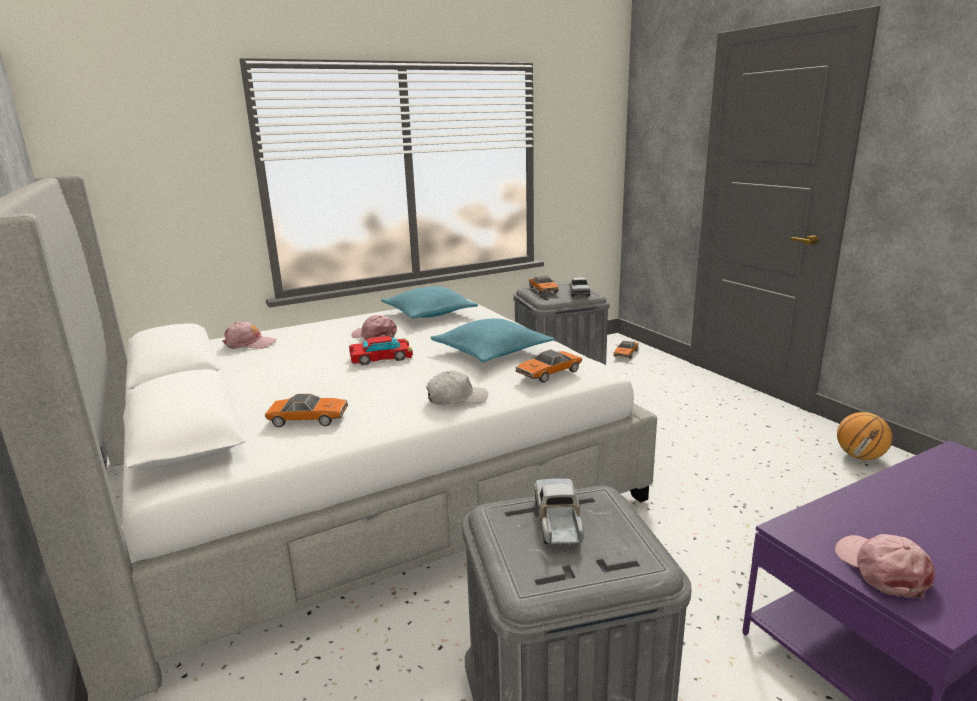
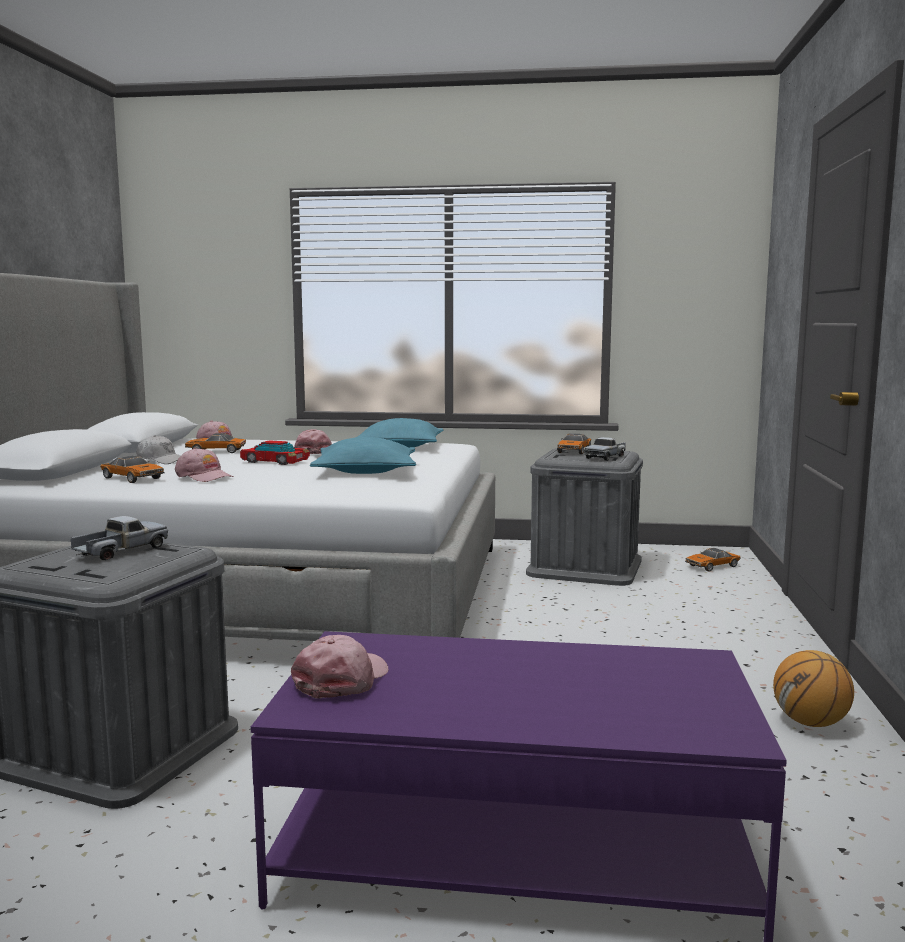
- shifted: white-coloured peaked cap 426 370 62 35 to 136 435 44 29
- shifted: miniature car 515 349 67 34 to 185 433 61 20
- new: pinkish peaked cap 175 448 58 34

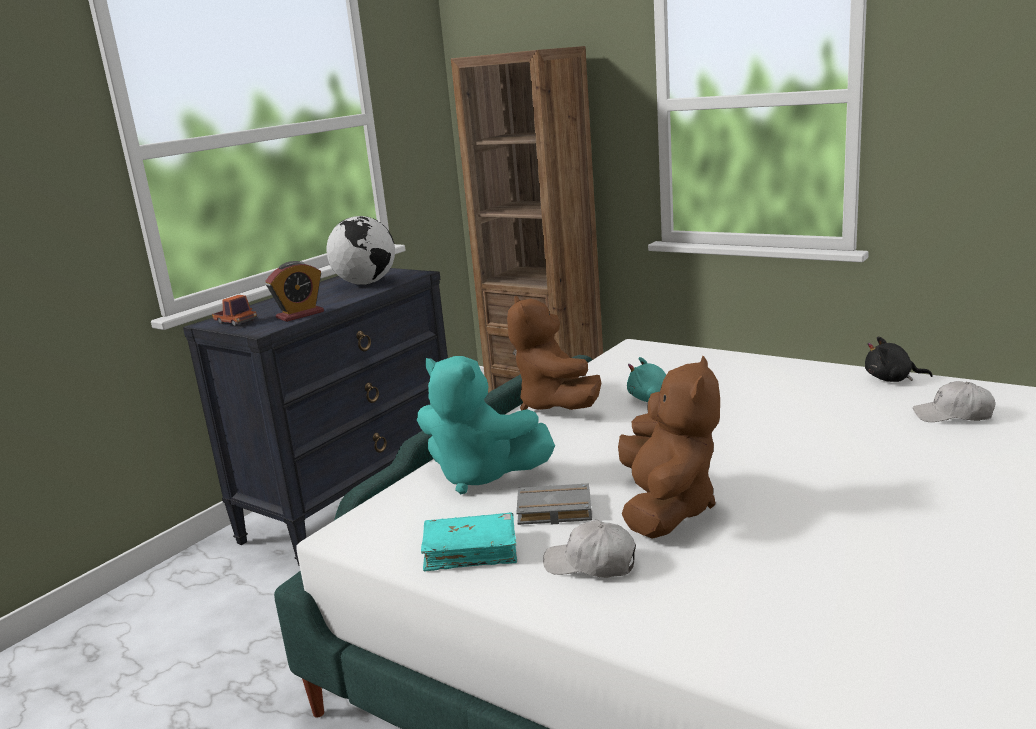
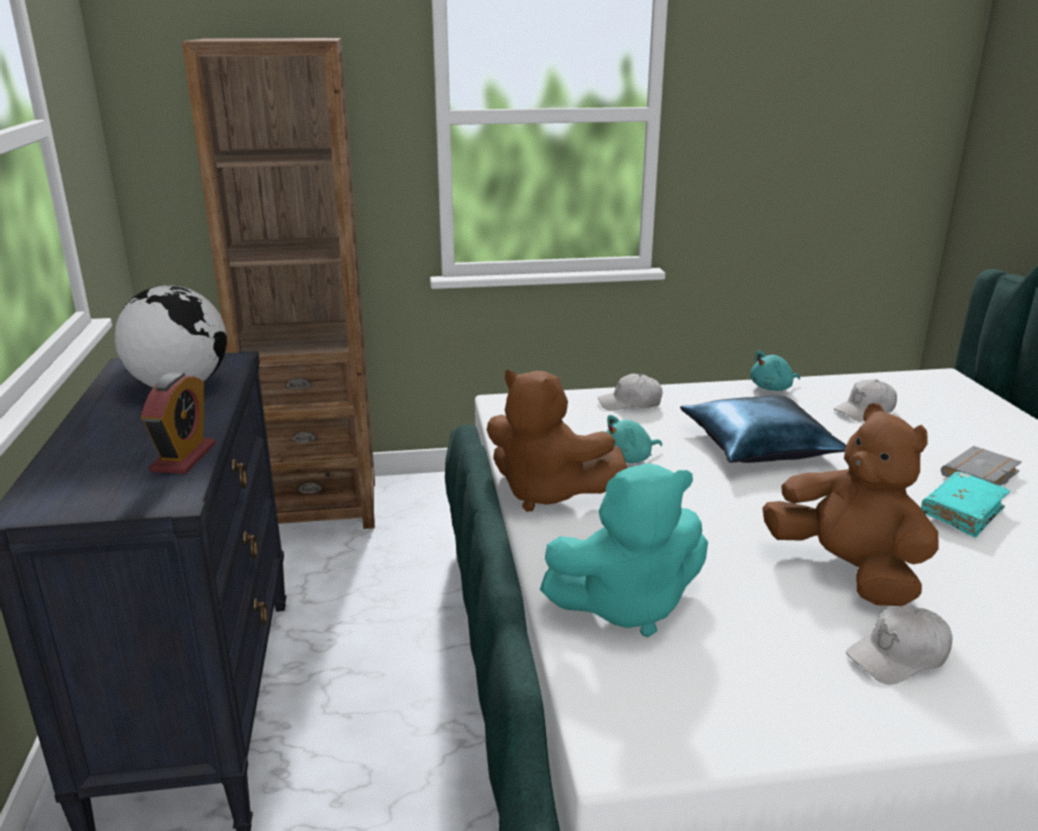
- gone: toy truck 212 295 45 31
- shifted: blue-green book 421 512 96 59 to 921 471 89 67
- shifted: grey book 516 483 76 42 to 941 446 81 40
- repainted: blackish soft toy 865 337 68 45 to blue-green soft toy 750 350 50 41
- new: white-coloured peaked cap 598 373 65 38
- new: blue-coloured pillow 680 396 166 67

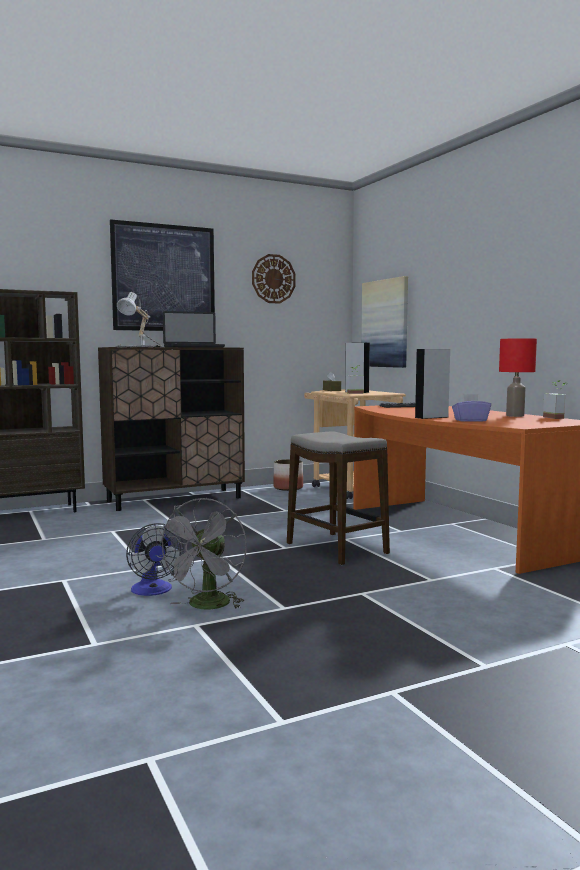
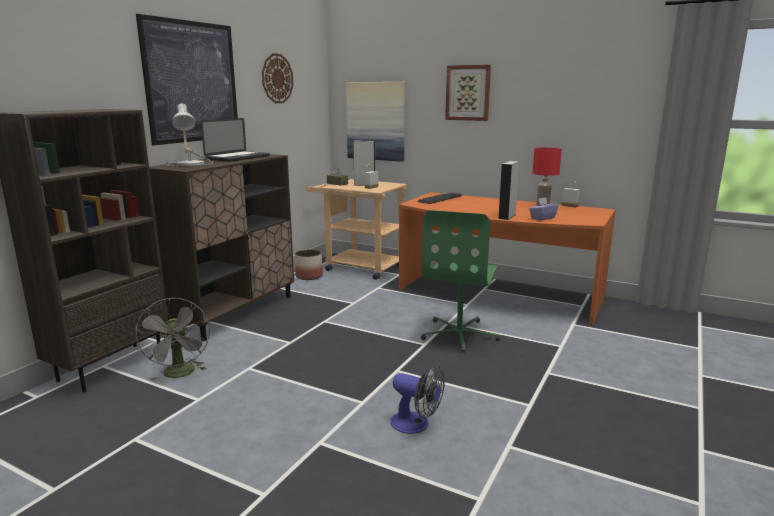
- shifted: grey electric fan 155 498 92 112 to 136 298 74 82
- swapped: stool 287 431 103 134 to green-coloured office chair 421 210 79 143
- new: wall picture 445 65 46 56

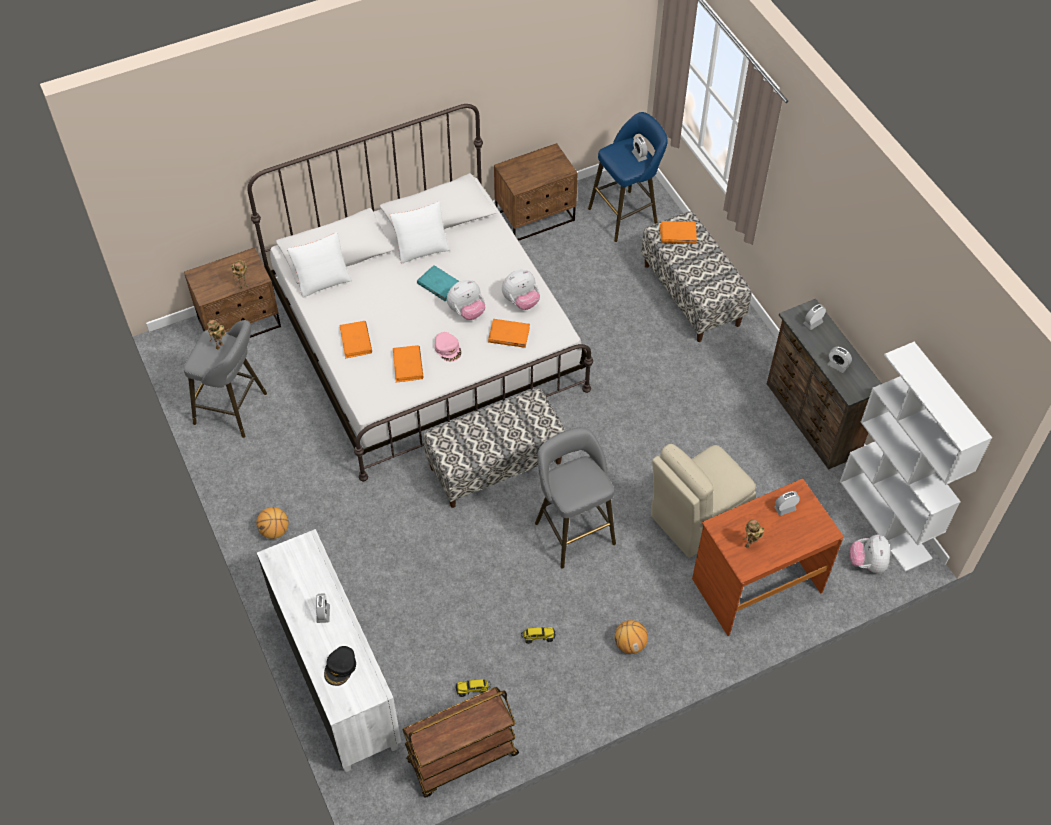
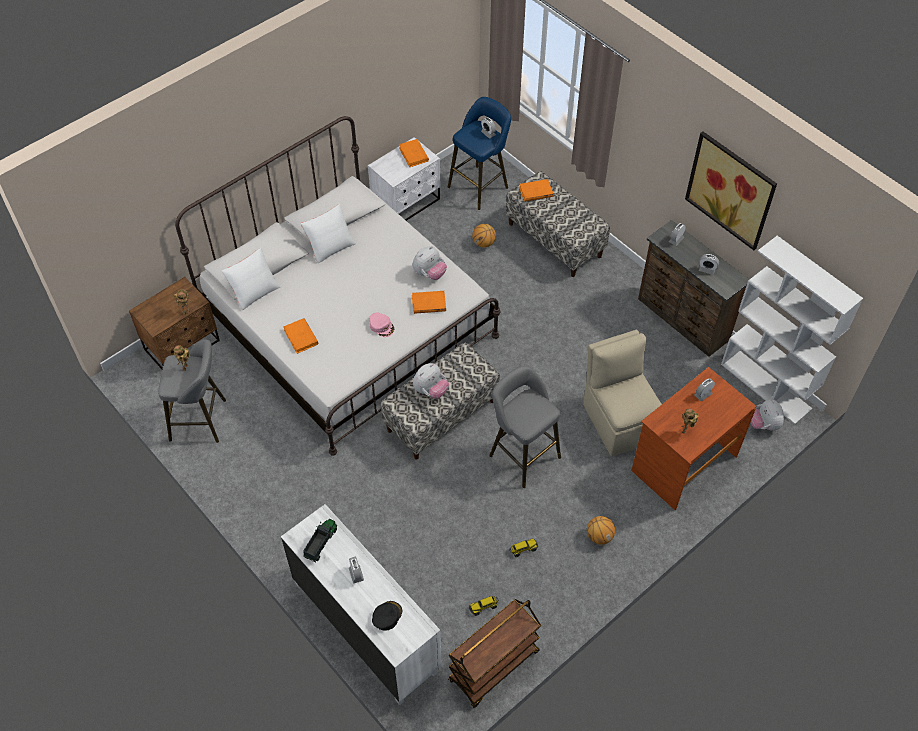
- shifted: basketball ball 256 507 33 32 to 472 224 24 24
- rotated: blackish peaked cap 324 646 32 40 = 372 601 30 30 150 degrees counterclockwise
- shifted: orange-coloured book 393 345 30 37 to 399 139 30 28
- gone: blue-green book 417 265 42 36
- shifted: soft toy 447 280 38 40 to 413 363 36 36
- repainted: brown night table 494 143 84 98 to white-coloured night table 368 137 72 84
- rotated: beige-coloured plain chair 651 444 105 114 = 583 330 79 126 120 degrees clockwise
- new: toy truck 303 519 34 44
- new: wall picture 685 132 92 118

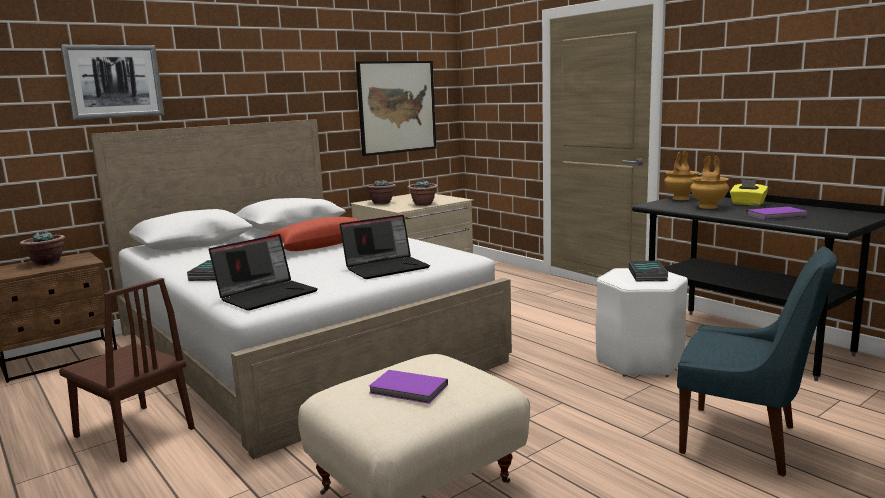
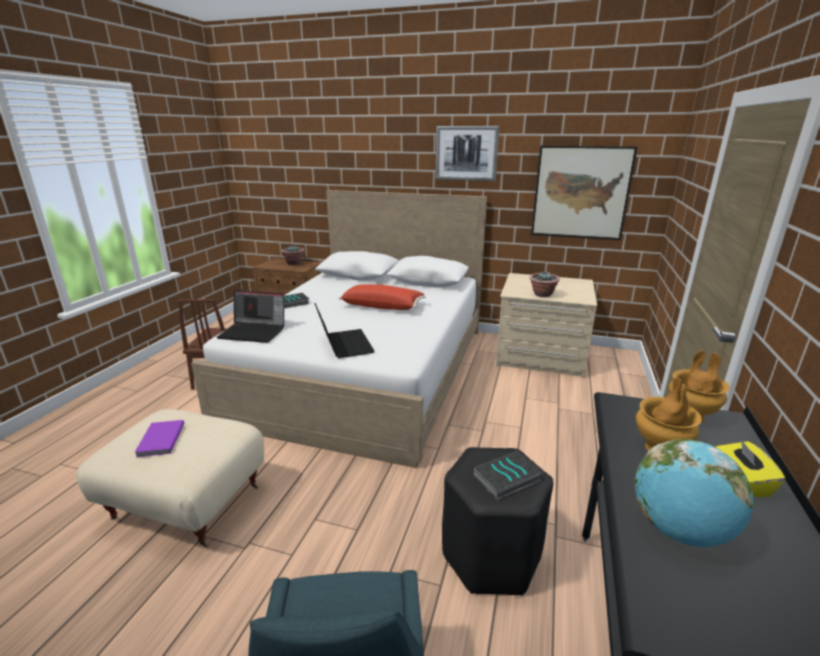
- shifted: wall picture 61 45 103 75 to 435 126 64 55
- rotated: laptop 339 215 91 64 = 315 303 60 55 135 degrees counterclockwise
- gone: potted plant 366 179 30 25
- repainted: white-coloured stool 596 268 92 109 to blackish stool 442 447 111 149
- swapped: purplish book 746 207 63 13 to desk globe 635 439 119 108

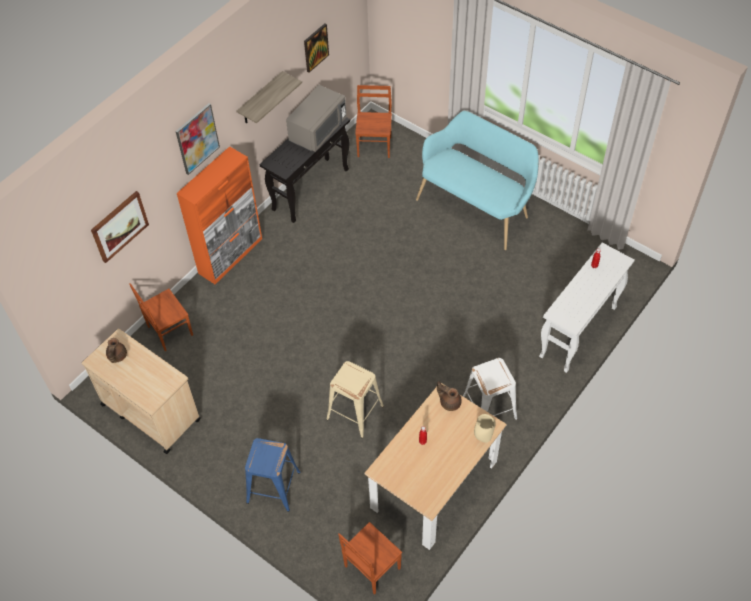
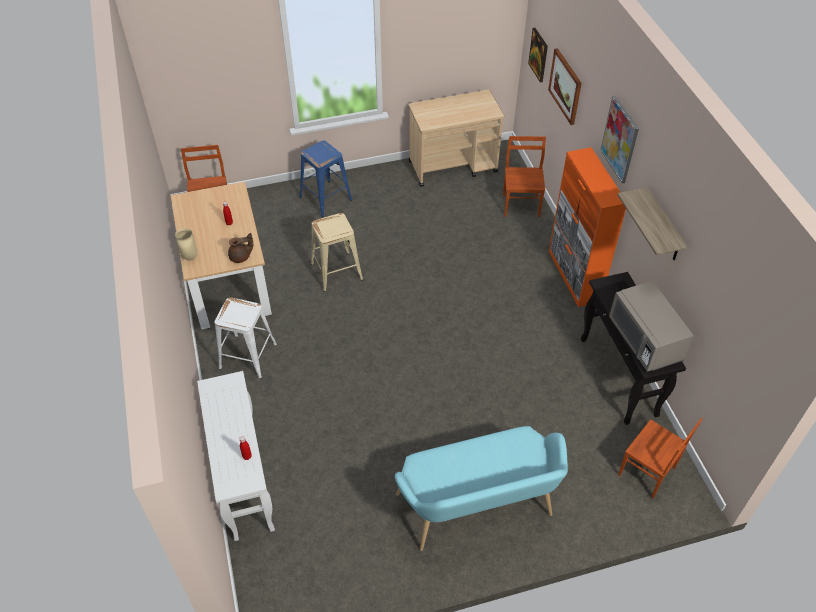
- gone: brown pot for tea 106 338 21 25
- shifted: wall picture 304 24 25 49 to 528 28 20 55

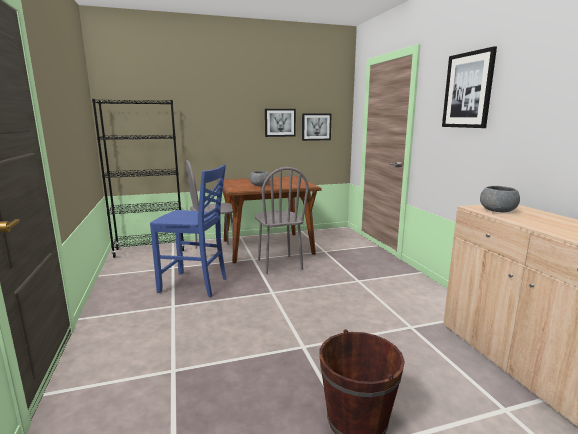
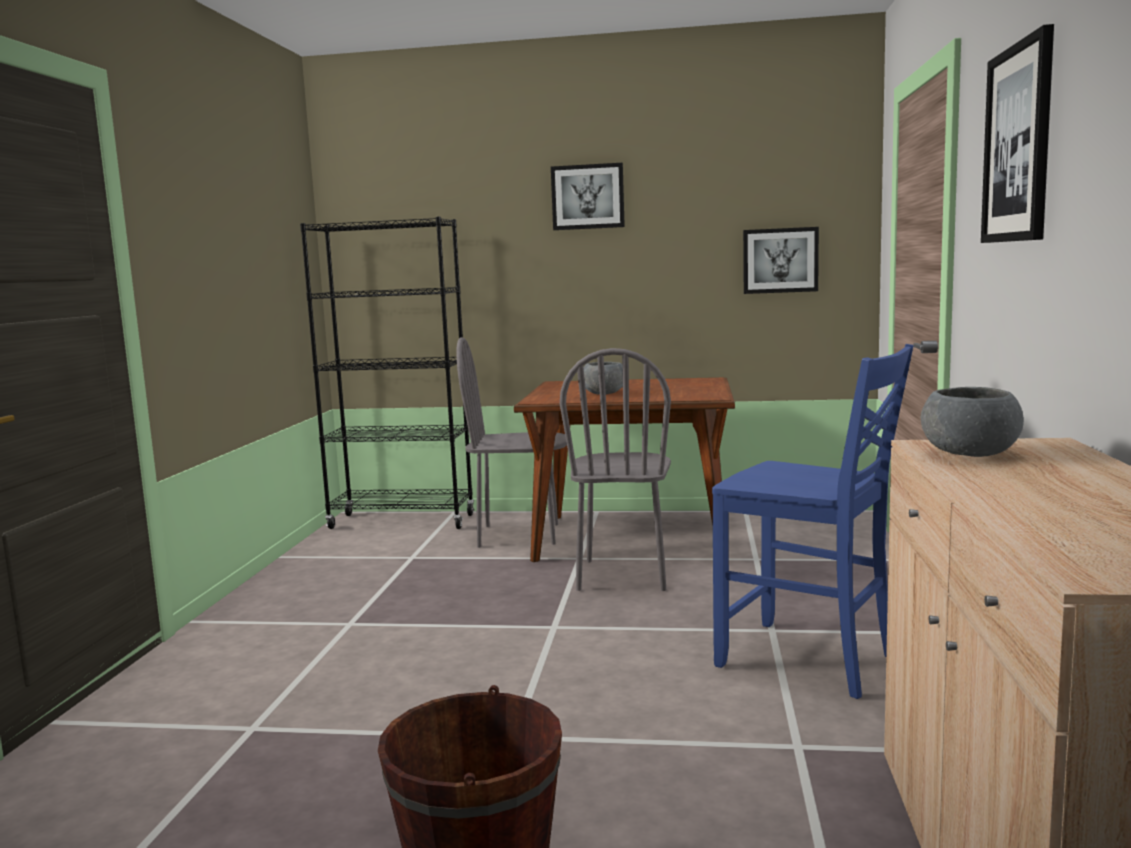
- shifted: blue-coloured plain chair 150 164 76 133 to 712 344 202 355
- shifted: wall picture 265 109 31 28 to 551 163 74 67

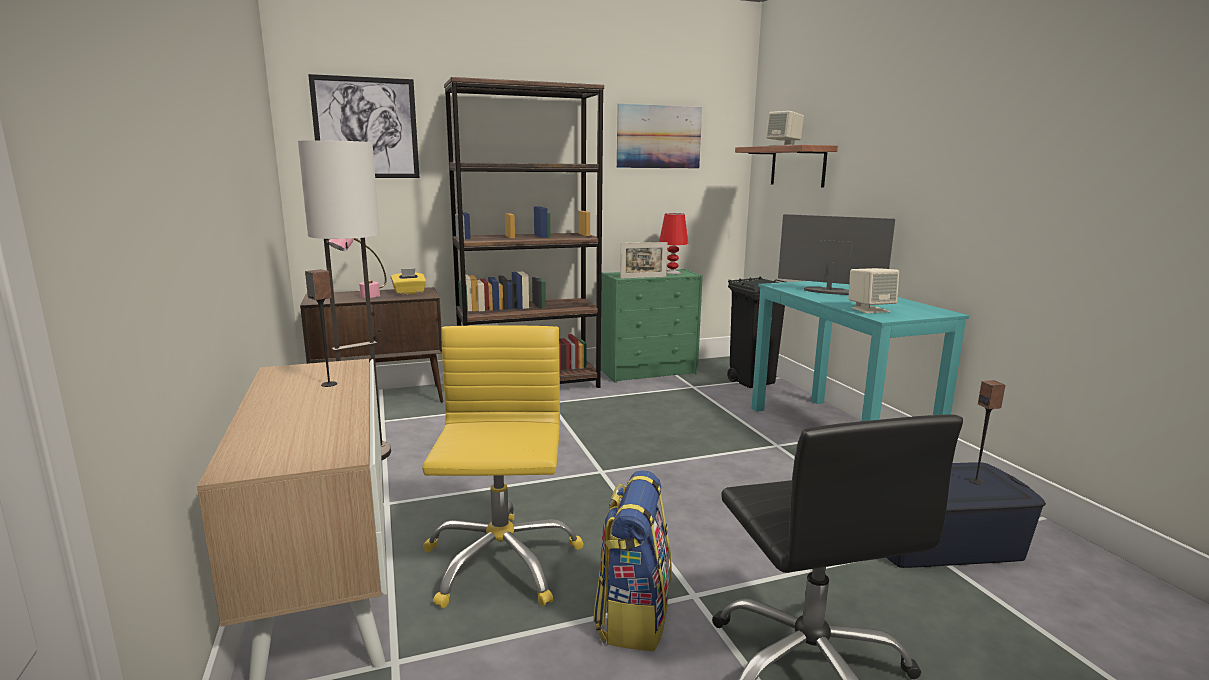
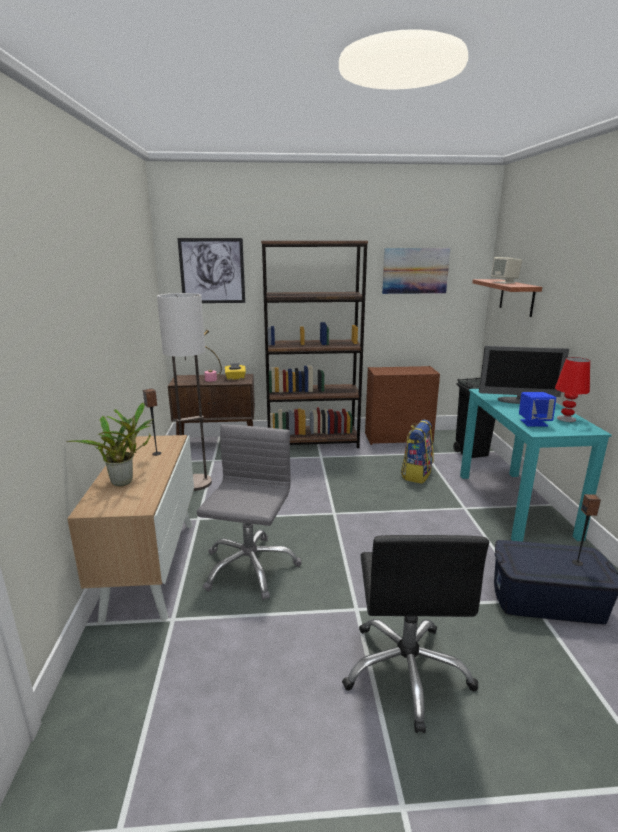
- repainted: yellow office chair 422 325 162 283 to grey office chair 197 424 105 176
- shifted: backpack 593 470 79 181 to 401 420 33 64
- repainted: green-coloured drawer chest 601 269 102 114 to brown drawer chest 365 366 75 79
- gone: photo frame 620 242 48 37
- shifted: red-coloured tabletop lamp 659 213 29 61 to 555 357 35 65
- rotated: computer display 778 214 117 81 = 479 345 90 59 150 degrees clockwise
- repainted: beige-coloured loudspeaker 848 268 51 45 to blue-coloured loudspeaker 519 392 37 34
- new: potted plant 66 403 88 83

